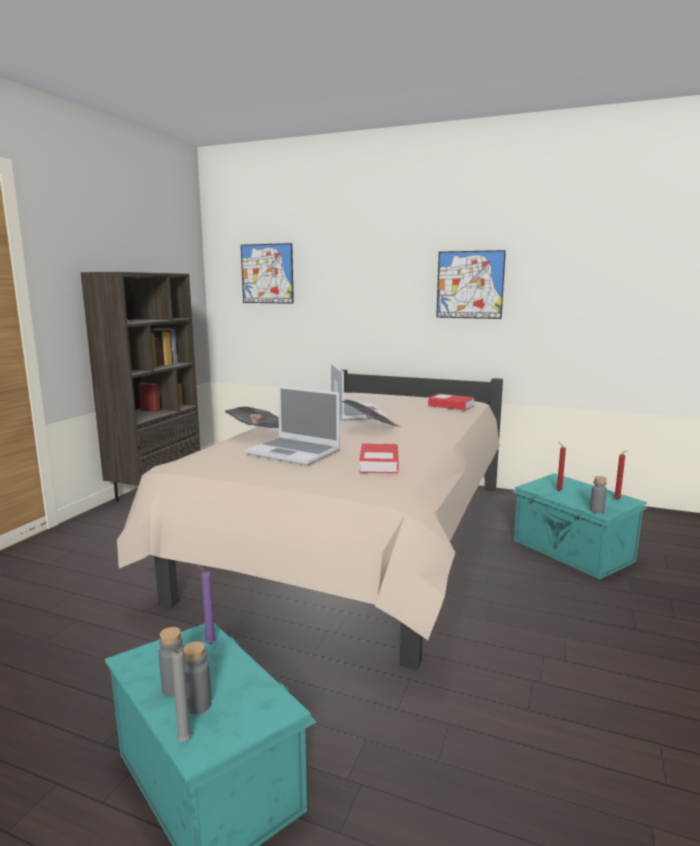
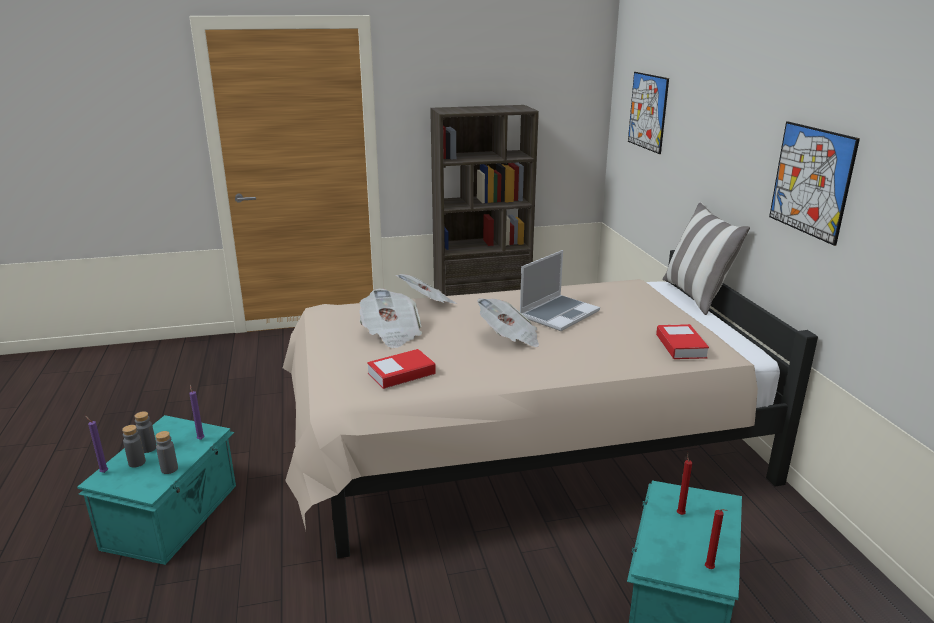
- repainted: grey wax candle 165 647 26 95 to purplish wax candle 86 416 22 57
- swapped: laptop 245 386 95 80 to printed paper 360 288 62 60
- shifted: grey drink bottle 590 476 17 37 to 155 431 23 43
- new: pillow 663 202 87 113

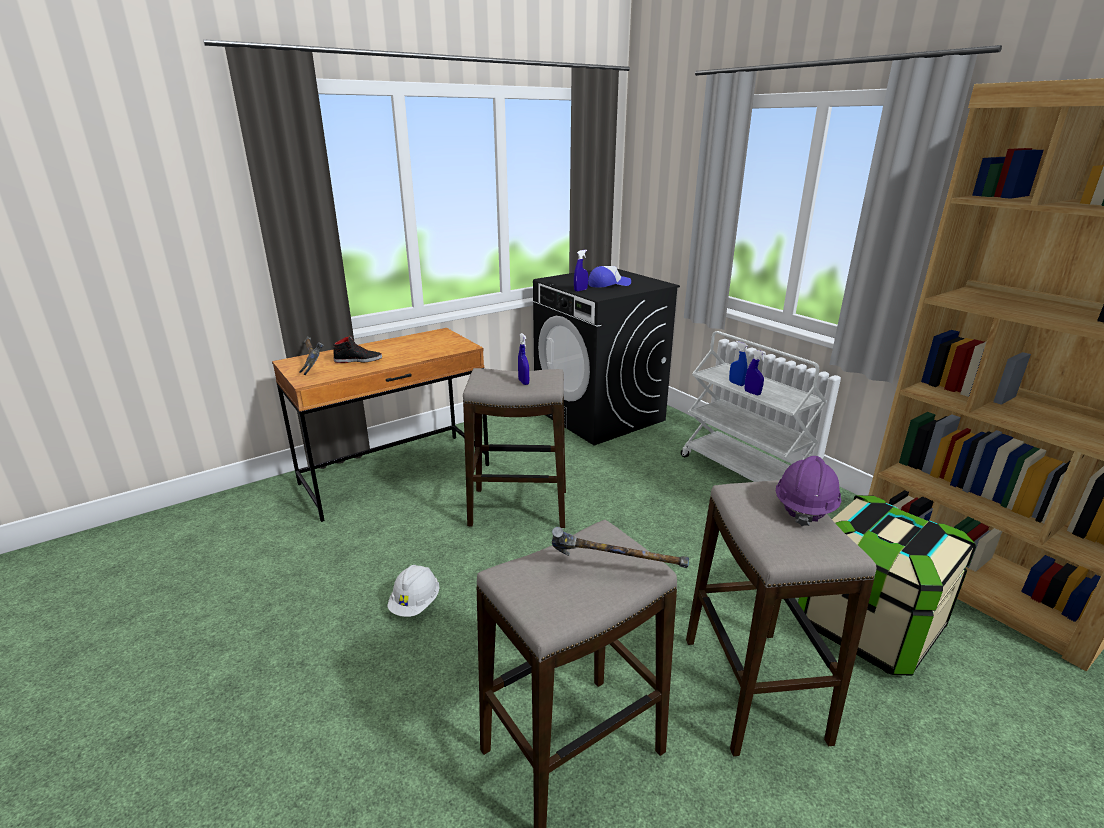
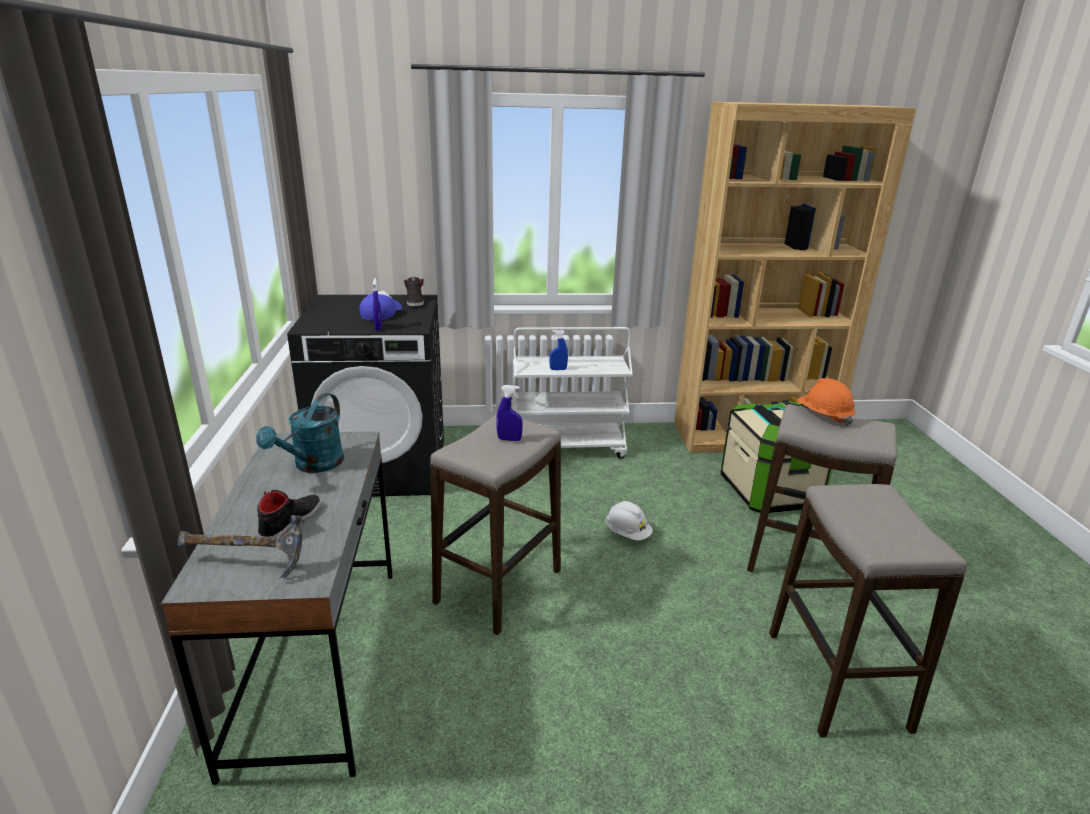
- repainted: brown desk 272 328 217 194 to grey desk 161 431 232 354
- shifted: white-coloured work helmet 387 565 53 52 to 605 501 48 39
- gone: hand hammer 552 527 137 41
- gone: blue-coloured spray bottle 745 350 21 45
- repainted: purplish work helmet 776 456 65 70 to orange-coloured work helmet 797 378 58 48
- new: blue-green watering pot 256 393 88 80
- new: blackish item of footwear 404 277 20 30

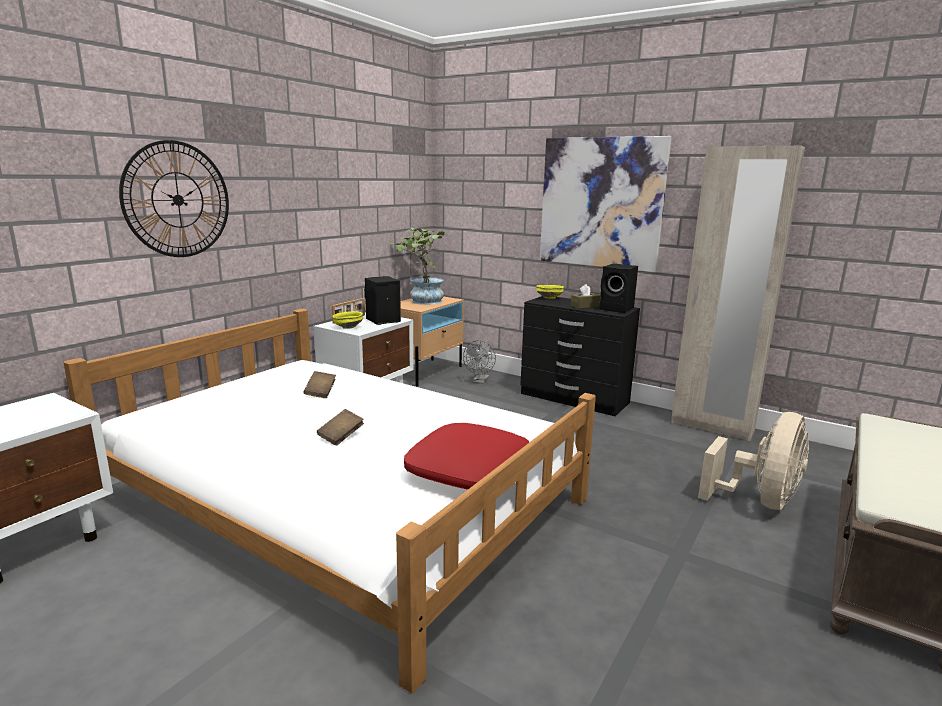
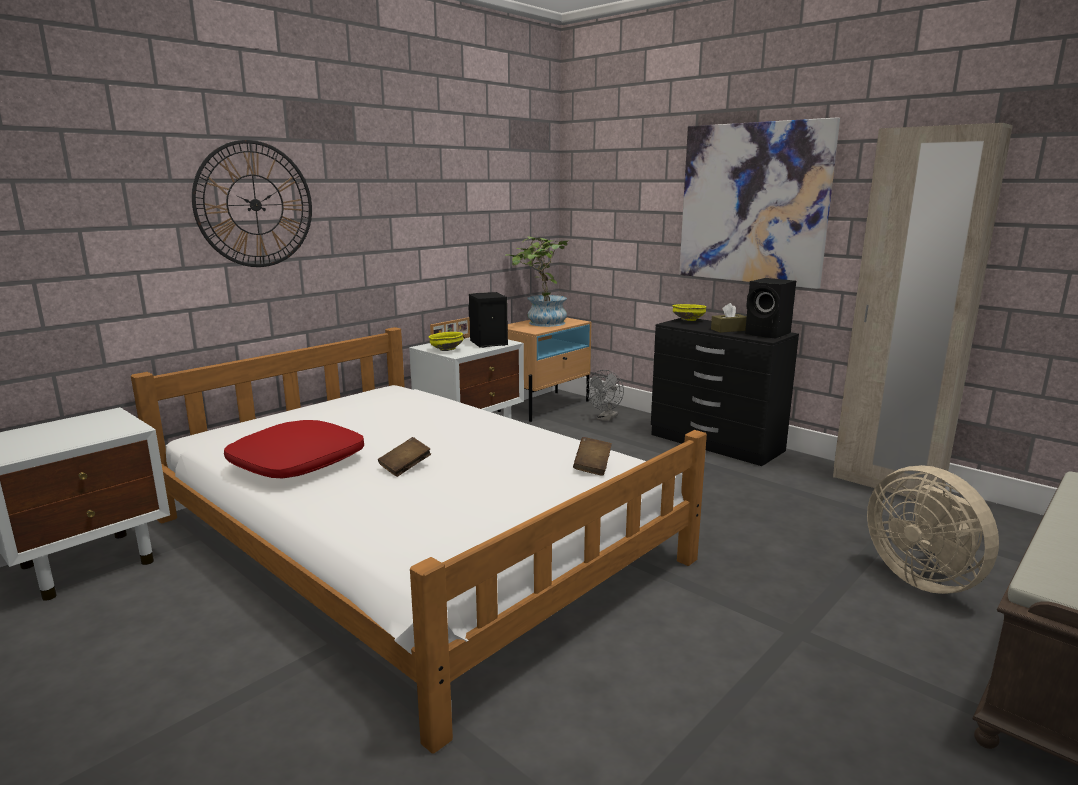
- shifted: brown book 304 371 32 27 to 573 437 39 39
- shifted: red-coloured pillow 404 423 125 67 to 224 420 140 58
- rotated: beige-coloured electric fan 698 412 111 98 = 867 465 132 129 105 degrees clockwise

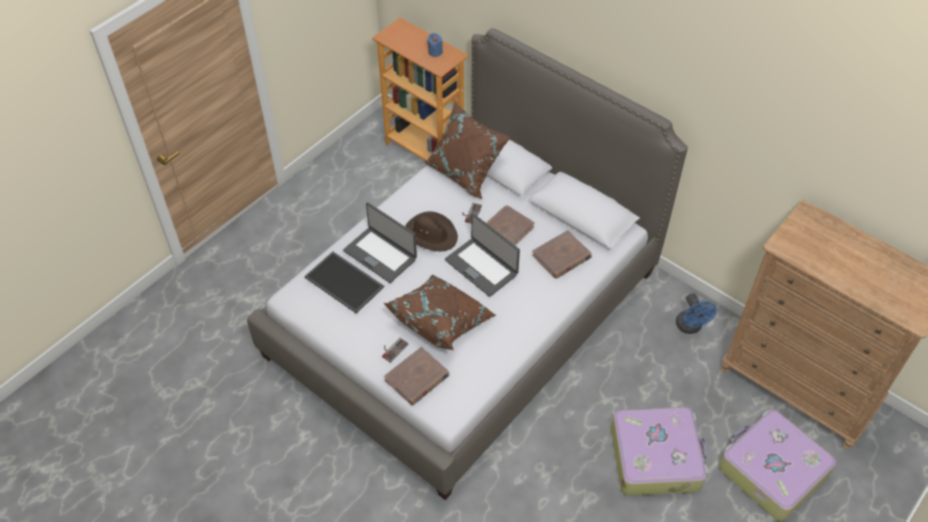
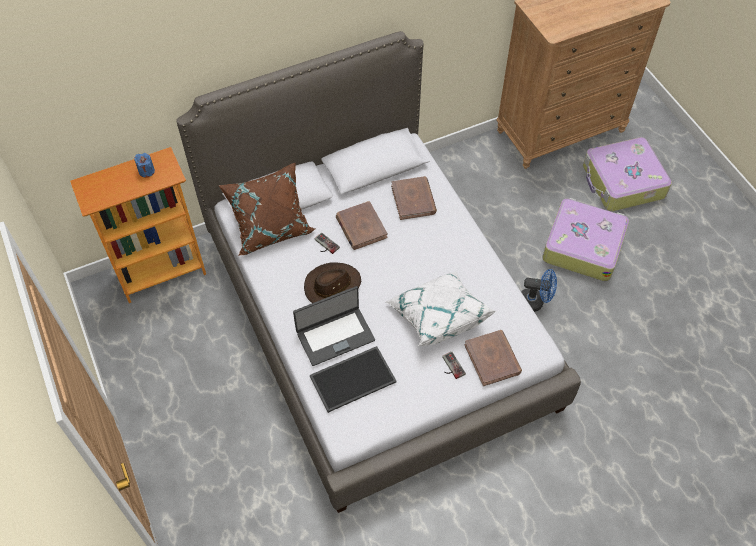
- repainted: brown pillow 384 274 112 76 to white-coloured pillow 386 271 110 75
- gone: laptop 445 214 75 83
- shifted: blue-coloured electric fan 676 293 41 41 to 522 269 35 43

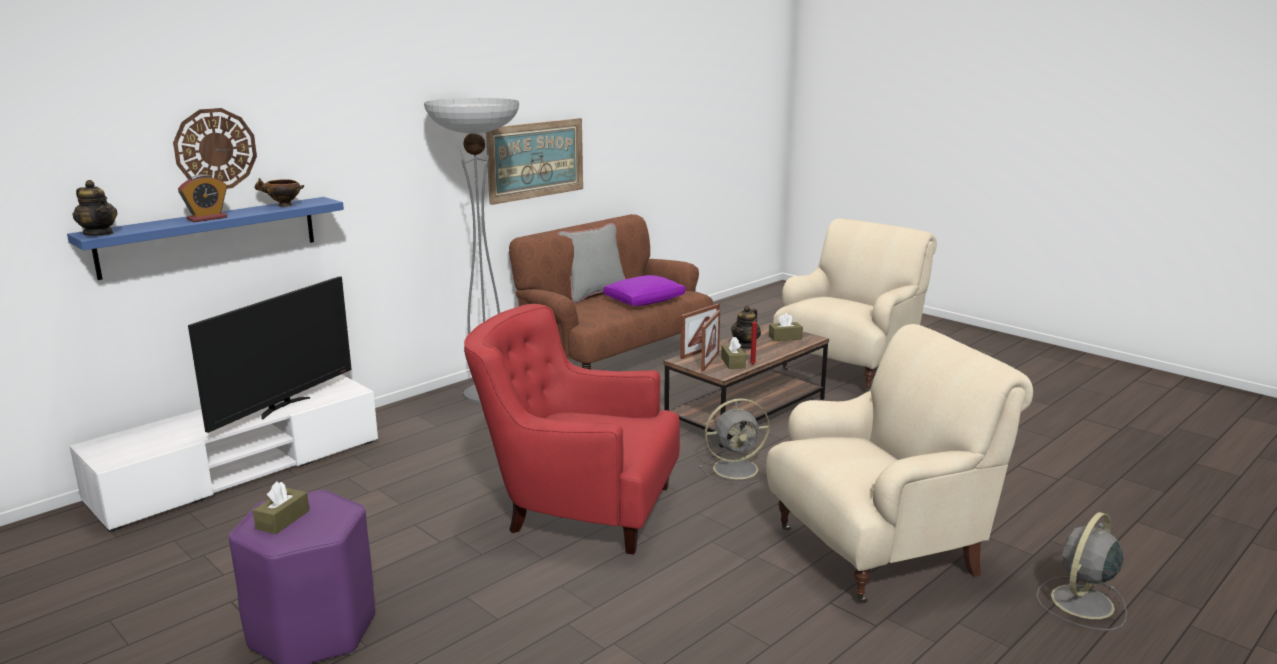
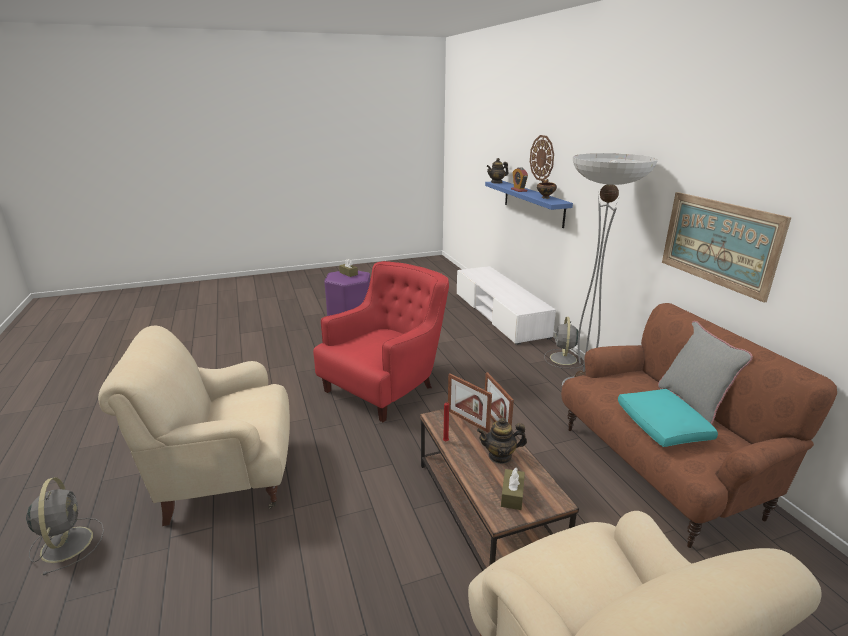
- gone: TV set 188 276 164 157
- repainted: purplish pillow 603 275 83 31 to blue-green pillow 618 389 100 58
- shifted: grey electric fan 699 398 70 86 to 544 317 40 52
- gone: brown tissue holder 721 337 25 32
- rotated: pot for tea 731 306 30 43 = 477 418 50 46 60 degrees counterclockwise
- rotated: beige-coloured armchair 766 324 267 280 = 98 326 192 200 75 degrees clockwise

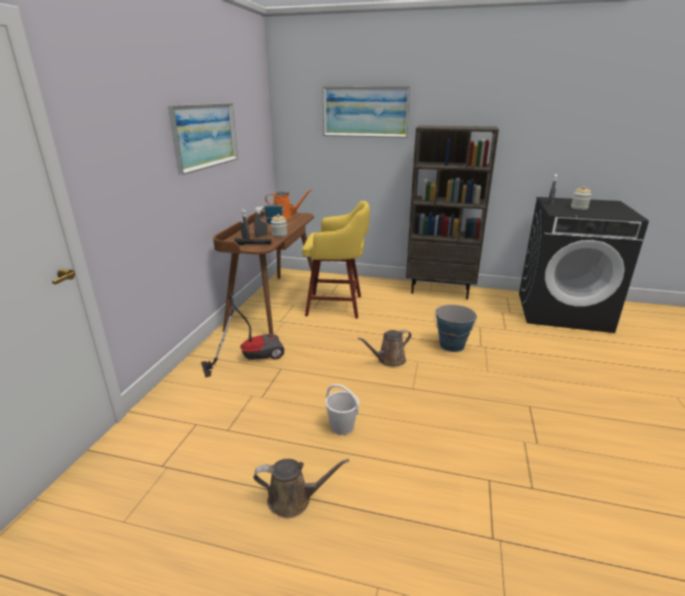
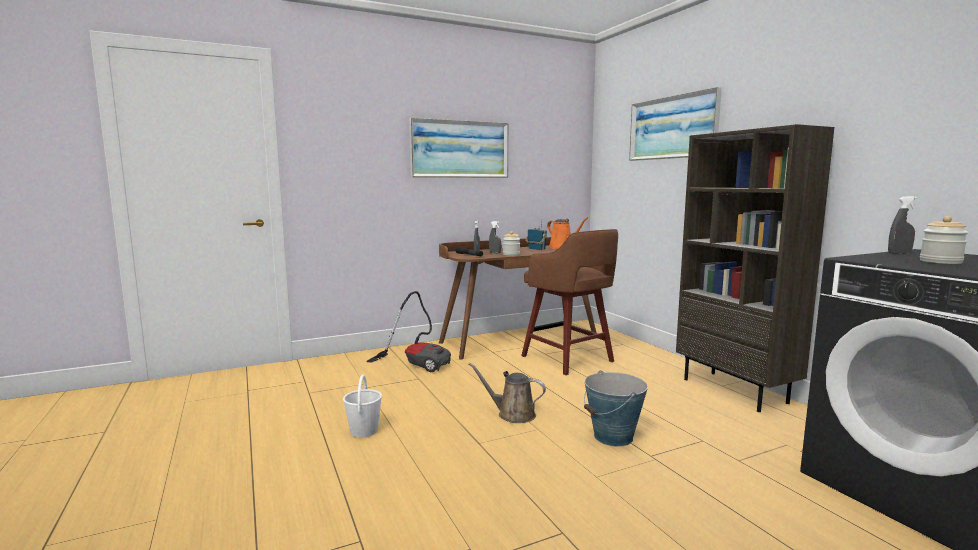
- gone: brown watering pot 253 459 96 59
- repainted: yellow stool 302 201 68 117 to brown stool 521 229 97 146

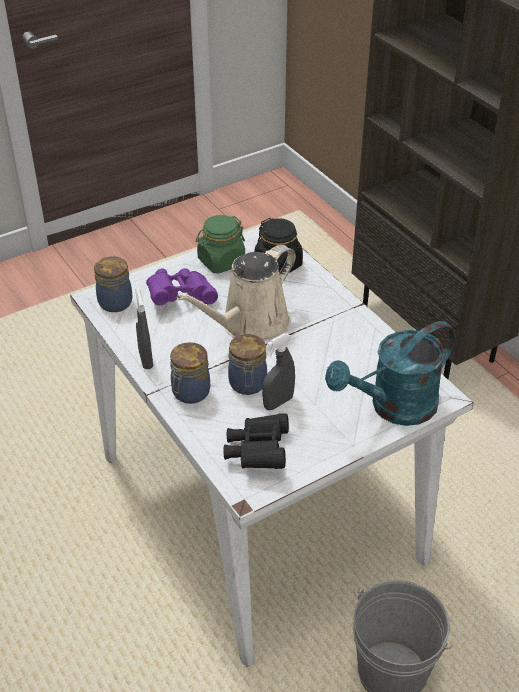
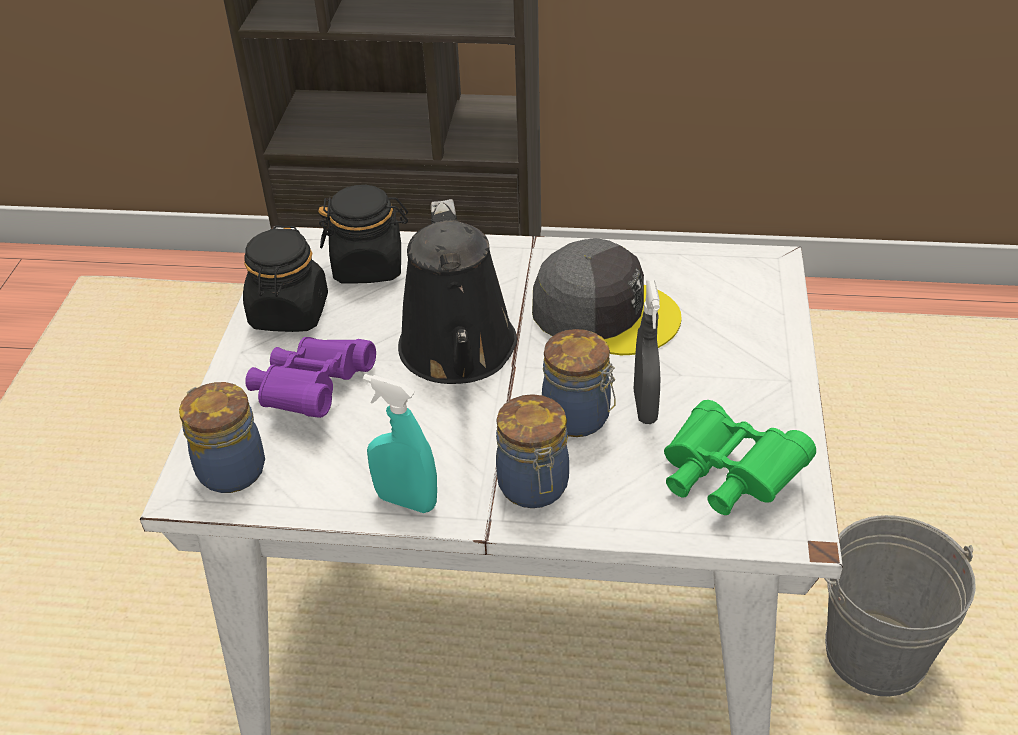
- repainted: grey spray bottle 135 286 18 83 to blue-green spray bottle 363 374 74 139
- repainted: beige-coloured watering pot 177 245 119 96 to blackish watering pot 398 199 119 185
- repainted: green-coloured jar 196 215 49 58 to blackish jar 243 225 85 107
- repainted: blackish field glasses 223 414 66 55 to green-coloured field glasses 664 400 152 115
- gone: blue-green watering pot 325 321 130 105
- new: grey peaked cap 532 238 150 117

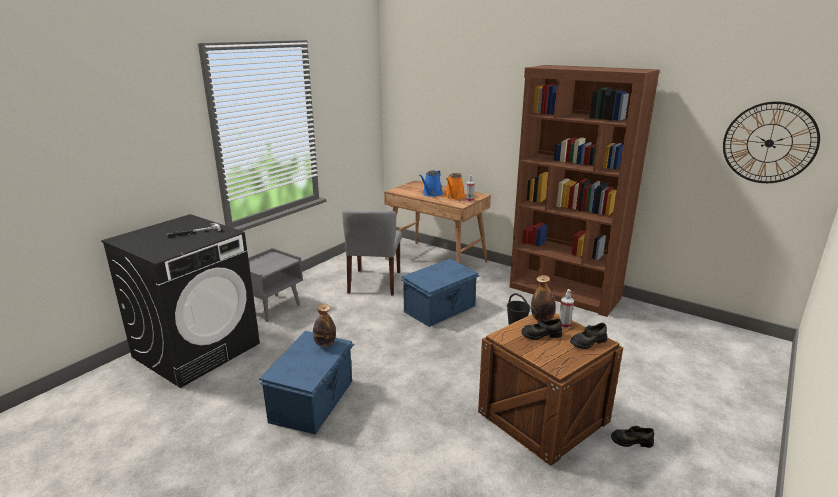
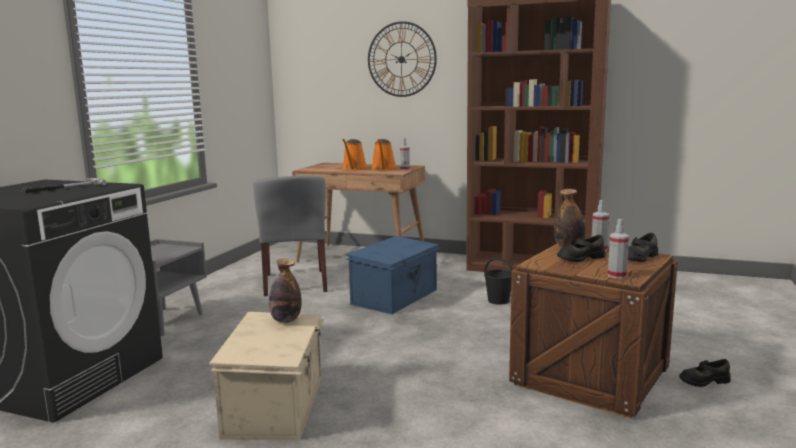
- repainted: blue-coloured storage container 259 331 95 103 to beige-coloured storage container 209 312 115 128
- repainted: blue-coloured watering pot 419 170 24 27 to orange-coloured watering pot 342 139 25 31
- shifted: clock on the wall 723 101 97 82 to 368 21 69 76
- new: spray bottle 608 219 21 60

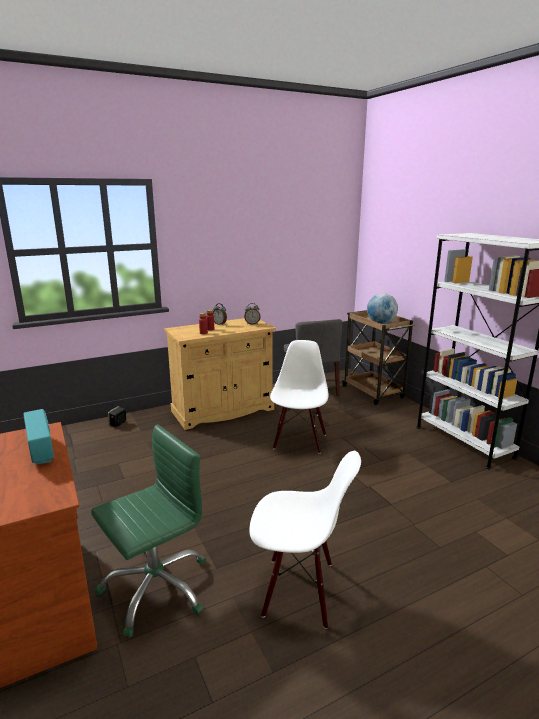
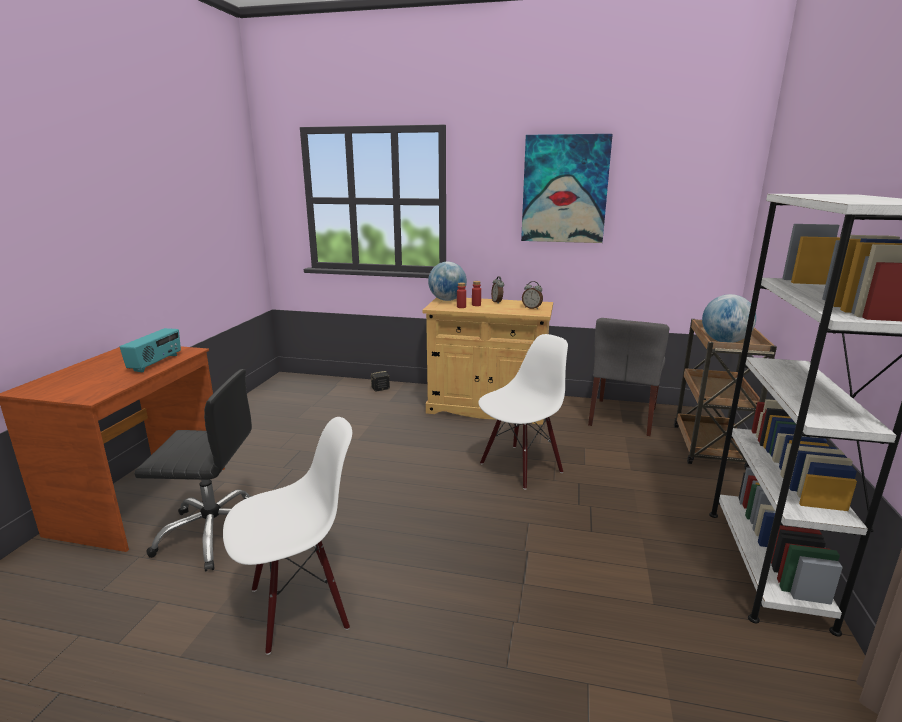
- repainted: green-coloured office chair 91 424 115 214 to blackish office chair 134 369 118 203
- rotated: white-coloured plain chair 249 451 112 178 = 223 417 129 238 75 degrees counterclockwise
- new: desk globe 428 262 39 39
- new: wall picture 521 134 92 109

